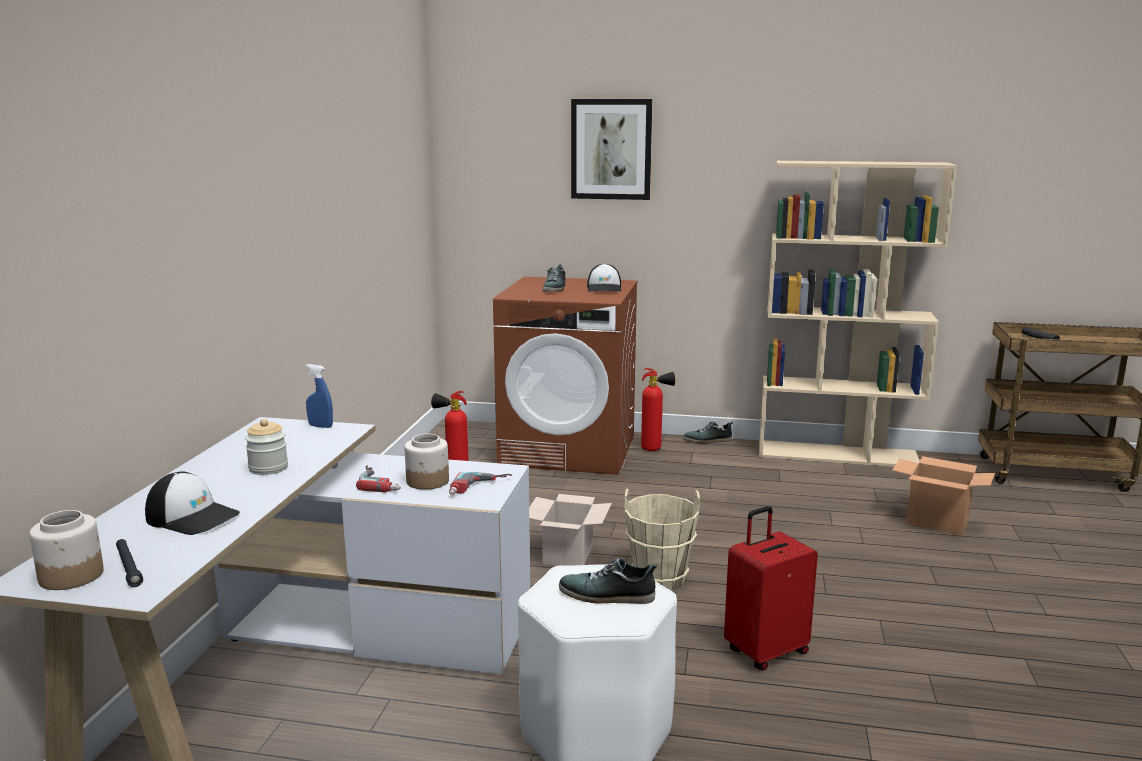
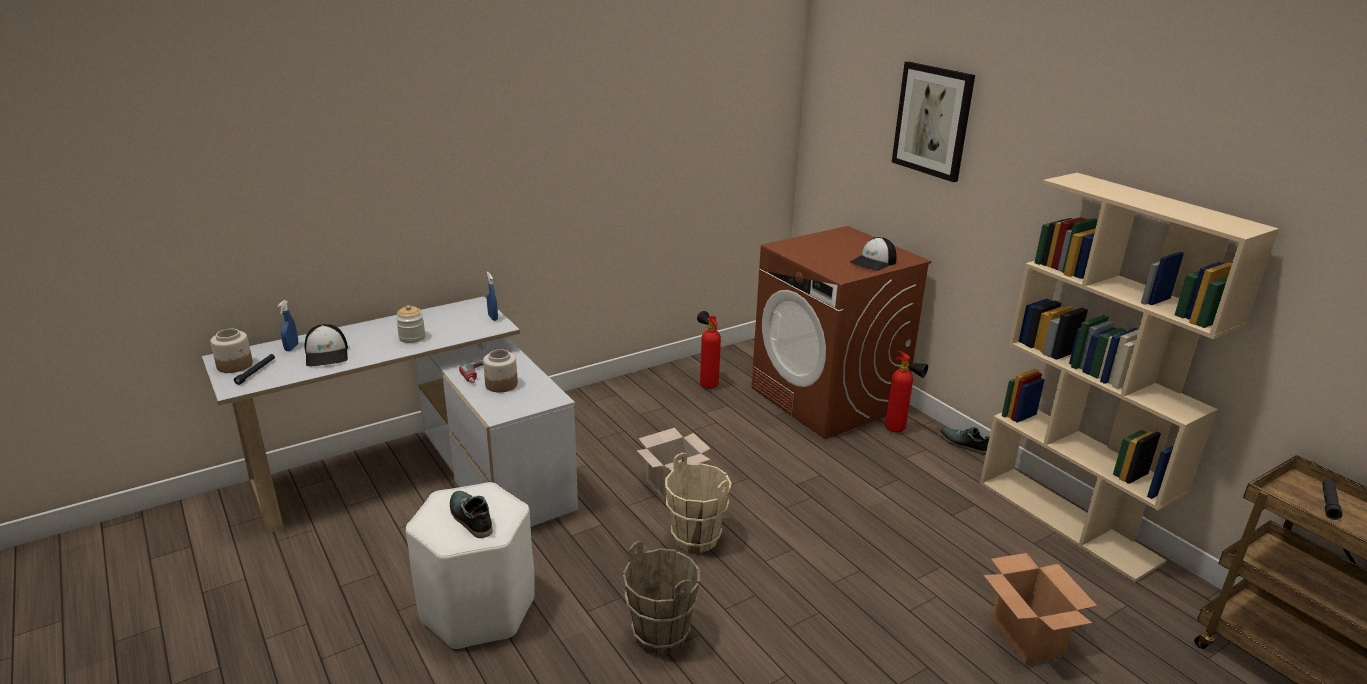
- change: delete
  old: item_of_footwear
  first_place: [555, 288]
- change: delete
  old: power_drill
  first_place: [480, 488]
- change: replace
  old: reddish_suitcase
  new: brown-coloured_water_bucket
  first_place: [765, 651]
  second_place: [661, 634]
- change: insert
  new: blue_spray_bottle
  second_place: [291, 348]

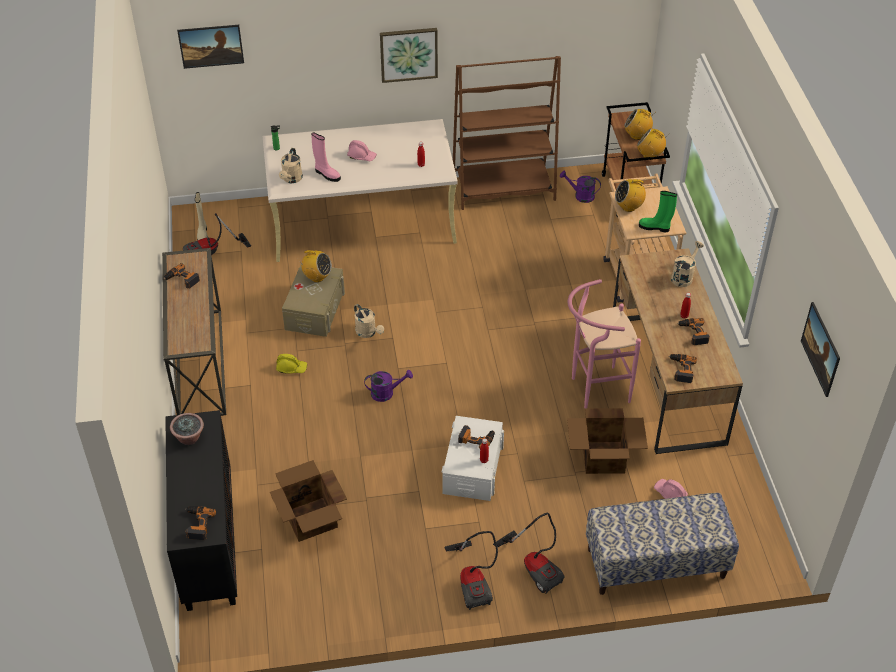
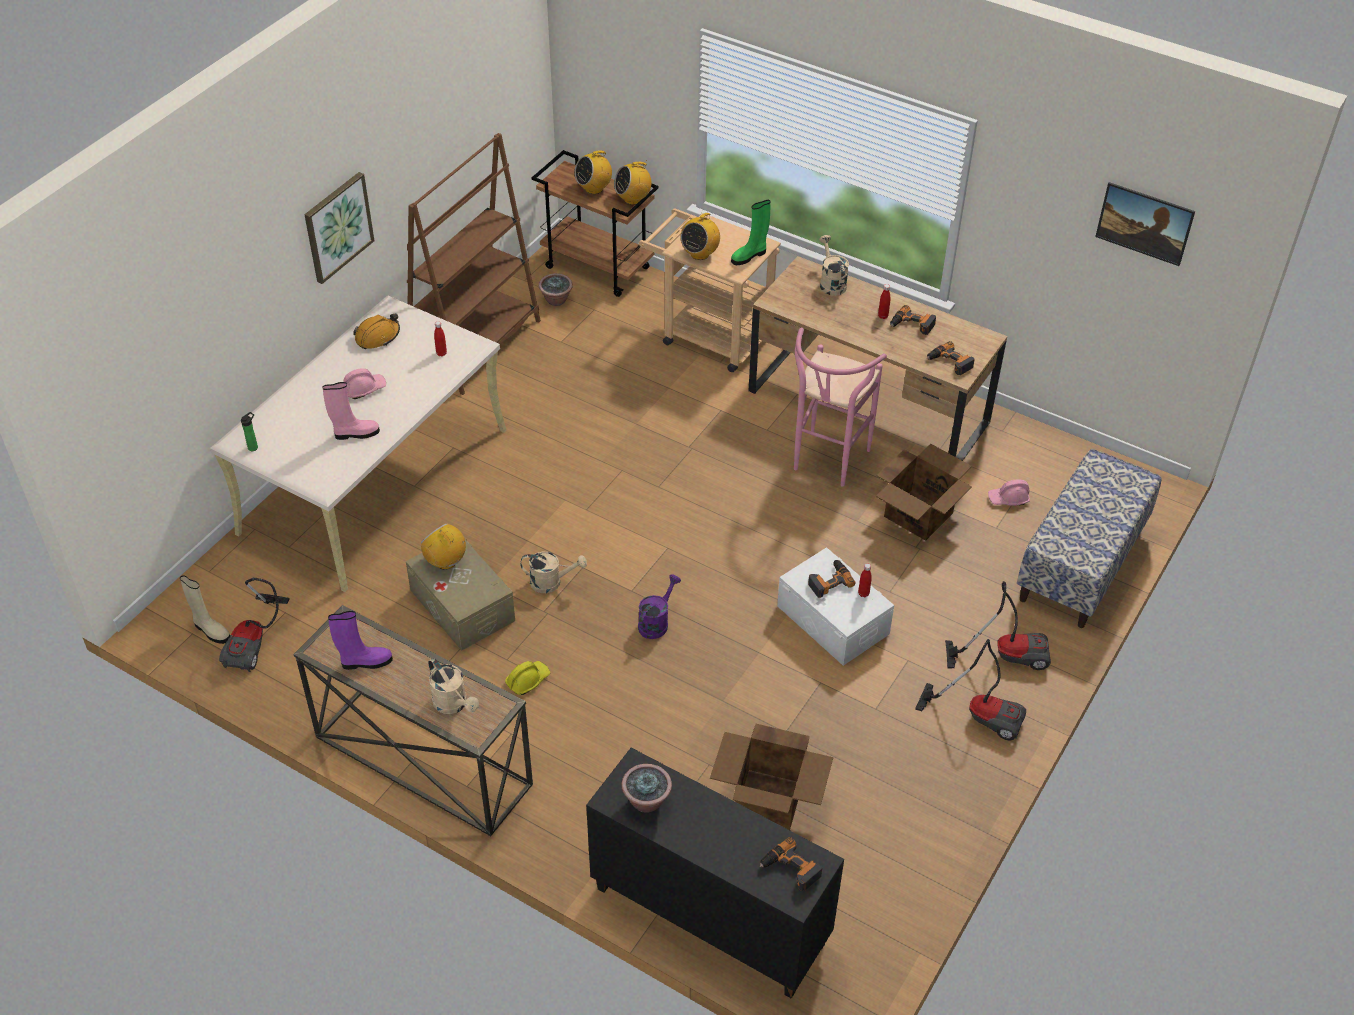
- change: delete
  old: picture
  first_place: [212, 55]
- change: move
  old: beige-coloured_sprinkling_can
  first_place: [291, 179]
  second_place: [454, 704]
- change: replace
  old: purple_sprinkling_can
  new: plant_in_a_pot
  first_place: [580, 196]
  second_place: [556, 300]
- change: rotate
  old: radio_receiver
  first_place: [317, 277]
  second_place: [446, 561]
  degrees: -105
- change: replace
  old: power_drill
  new: purple_high-top_boot
  first_place: [182, 279]
  second_place: [365, 662]
- change: insert
  new: orangey_work_helmet
  second_place: [377, 336]

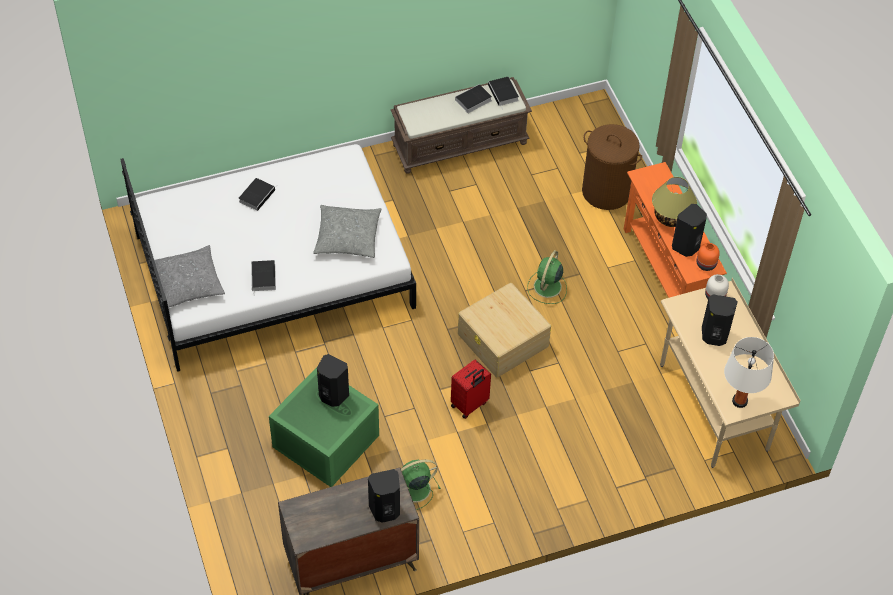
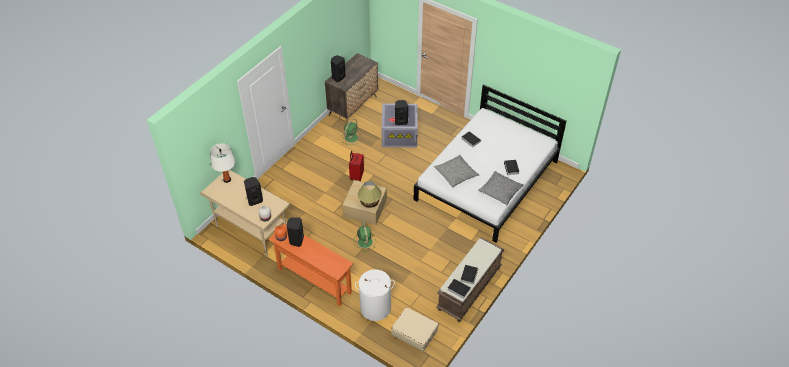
- change: recolor
  old: brown-coloured_washing_basket
  new: whitish_washing_basket
  first_place: [606, 191]
  second_place: [375, 308]
- change: move
  old: lamp_for_a_table
  first_place: [671, 216]
  second_place: [369, 202]
- change: move
  old: gray_cushion
  first_place: [187, 283]
  second_place: [500, 191]
- change: recolor
  old: green_storage_container
  new: gray_storage_container
  first_place: [324, 441]
  second_place: [400, 134]
- change: insert
  new: beige-coloured_suitcase
  second_place: [414, 332]

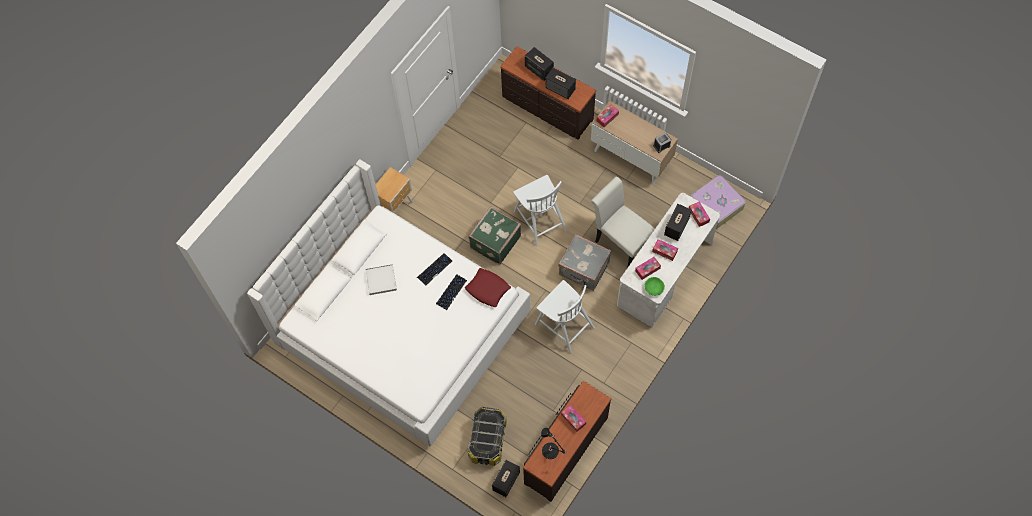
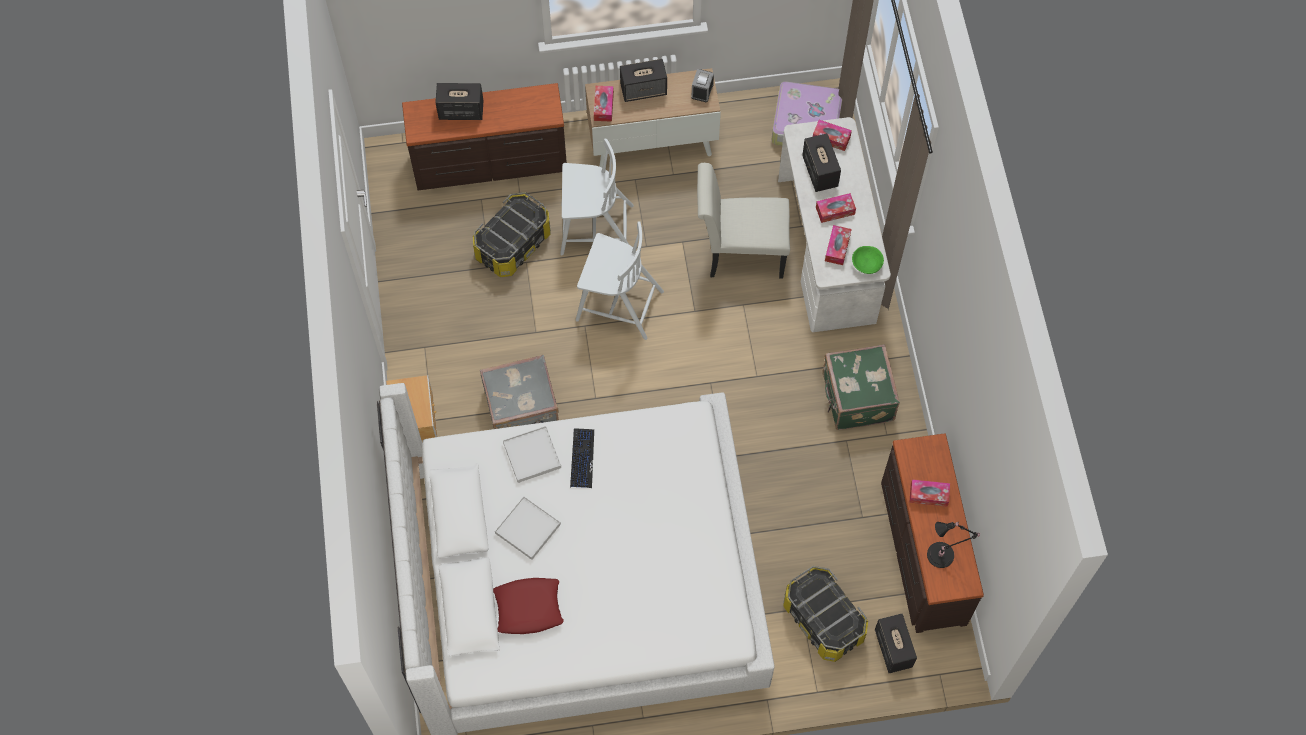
- change: move
  old: audio_speaker
  first_place: [560, 89]
  second_place: [644, 89]
- change: move
  old: green_suitcase
  first_place: [494, 242]
  second_place: [856, 398]
- change: move
  old: gray_suitcase
  first_place: [583, 270]
  second_place: [522, 409]
- change: move
  old: reddish_cushion
  first_place: [488, 289]
  second_place: [528, 608]
- change: delete
  old: PC_keyboard
  first_place: [451, 292]
- change: move
  old: whitish_chair
  first_place: [563, 325]
  second_place: [595, 229]
- change: insert
  new: storage_container
  second_place: [512, 244]
- change: insert
  new: whitish_carrying_tray
  second_place: [532, 455]

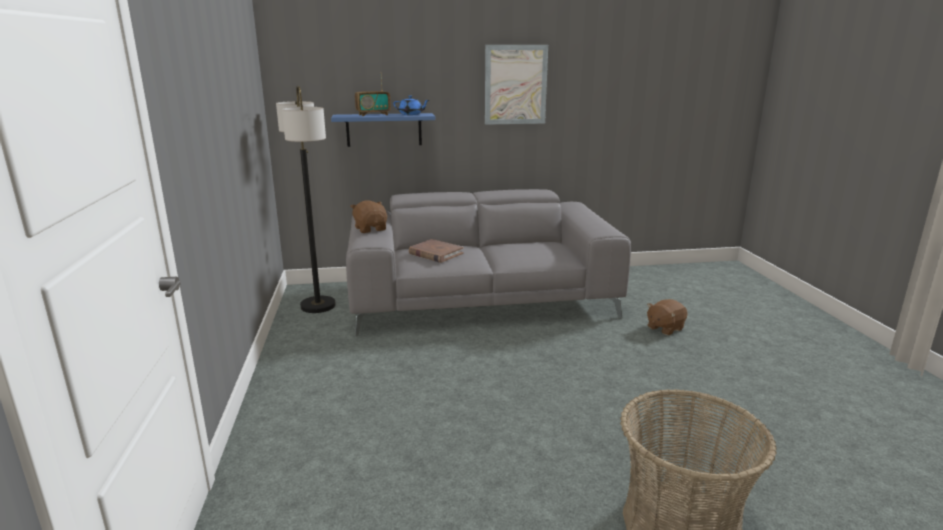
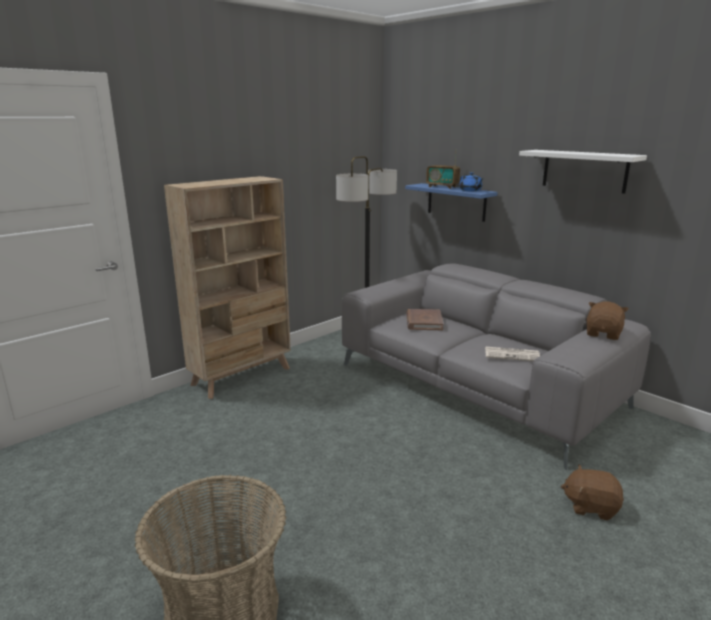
- change: replace
  old: picture
  new: whitish_wall_shelf
  first_place: [515, 85]
  second_place: [584, 170]
- change: move
  old: brown-coloured_cuddly_toy
  first_place: [371, 229]
  second_place: [603, 334]
- change: insert
  new: beige-coloured_bookcase
  second_place: [242, 376]
- change: insert
  new: newspaper
  second_place: [512, 355]

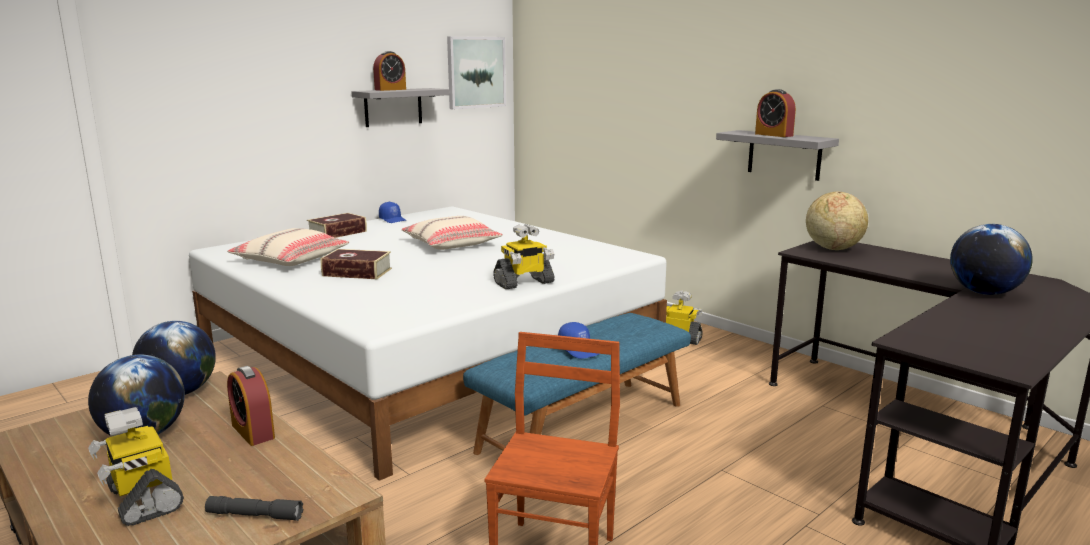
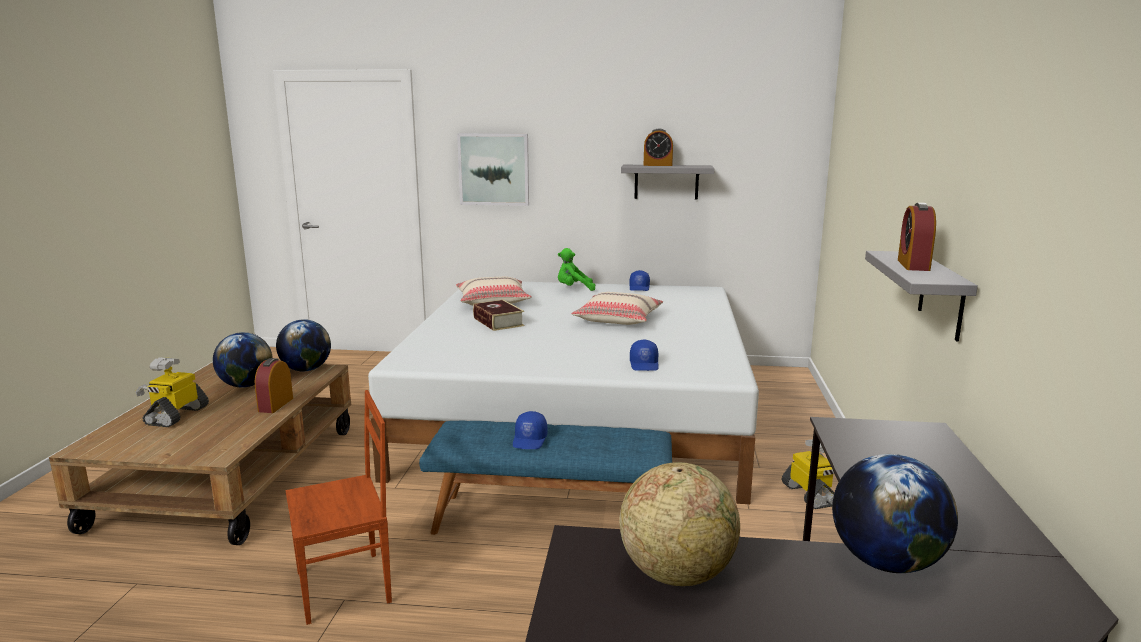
- change: move
  old: picture
  first_place: [476, 72]
  second_place: [494, 169]
- change: move
  old: world_globe
  first_place: [833, 248]
  second_place: [677, 573]
- change: replace
  old: bound_book
  new: green_cuddly_toy
  first_place: [337, 233]
  second_place: [574, 289]
- change: delete
  old: robot_figure
  first_place: [524, 283]
- change: delete
  old: gray_hand_torch
  first_place: [254, 515]
- change: insert
  new: blue_cap
  second_place: [645, 365]

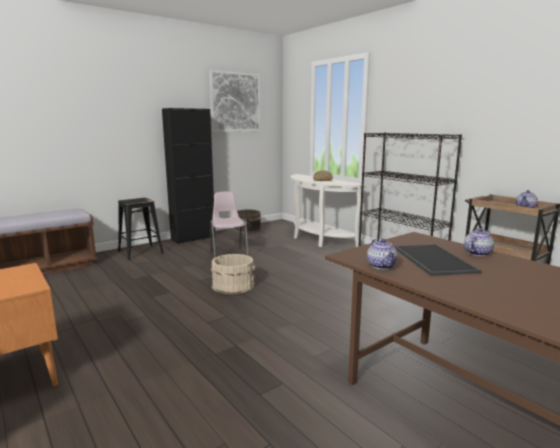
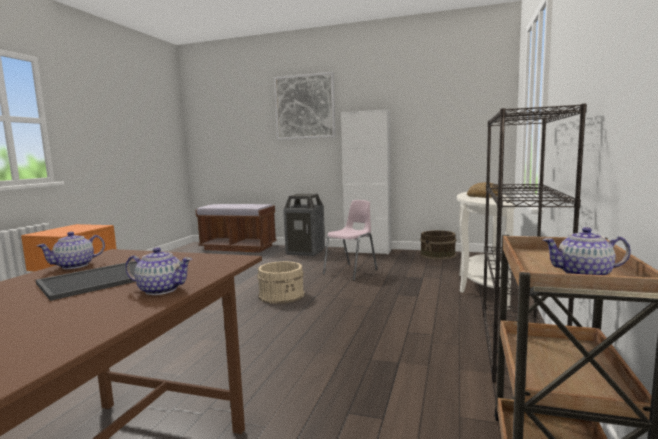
- change: move
  old: picture
  first_place: [235, 102]
  second_place: [304, 107]
- change: recolor
  old: black_storage_cabinet
  new: whitish_storage_cabinet
  first_place: [193, 238]
  second_place: [368, 251]
- change: replace
  old: black_stool
  new: trash_can
  first_place: [140, 252]
  second_place: [306, 251]

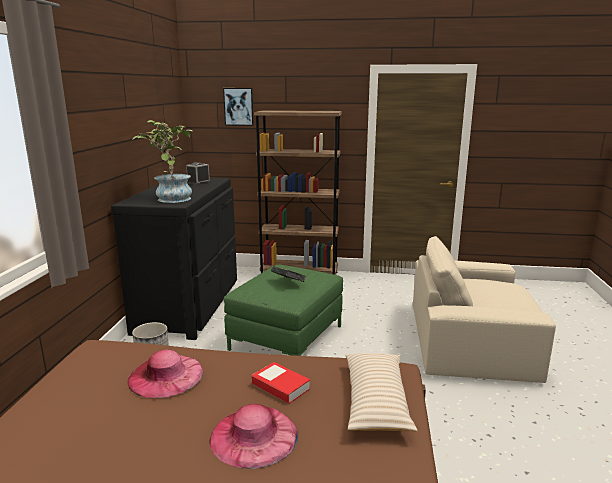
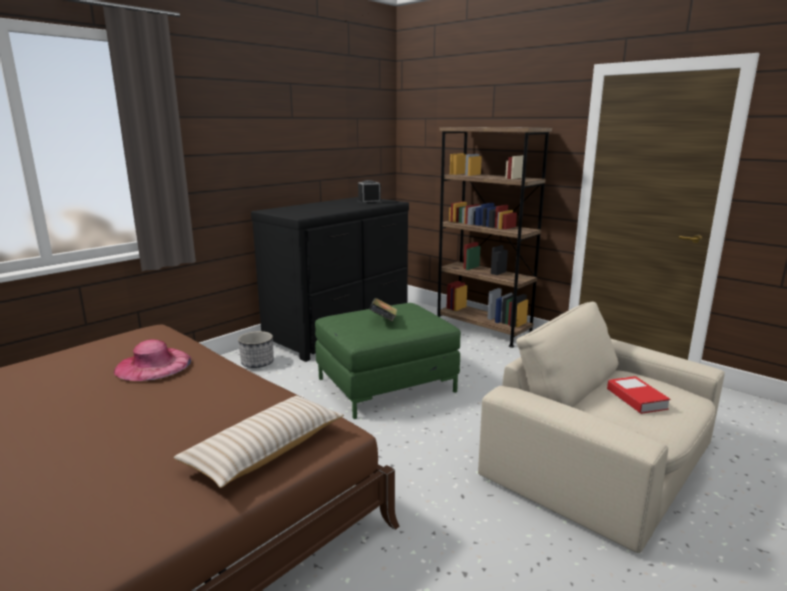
- change: delete
  old: picture
  first_place: [238, 106]
- change: delete
  old: plant_in_a_pot
  first_place: [170, 198]
- change: move
  old: bound_book
  first_place: [280, 386]
  second_place: [636, 399]
- change: delete
  old: pinkish_clothing_hat
  first_place: [254, 436]

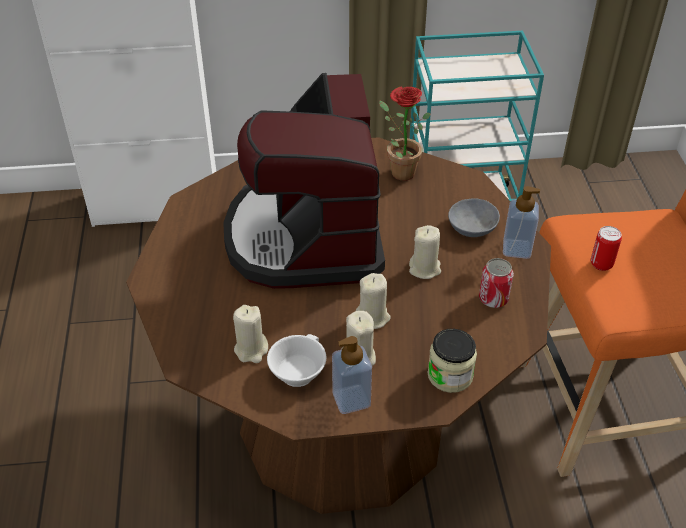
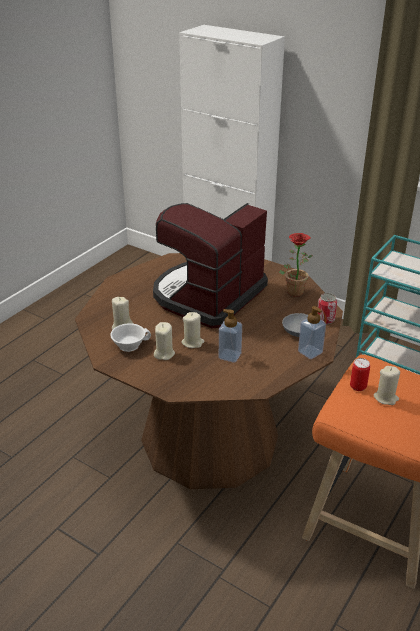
- change: move
  old: beige-coloured_wax_candle
  first_place: [425, 268]
  second_place: [386, 398]
- change: move
  old: sealed_can
  first_place: [493, 298]
  second_place: [325, 320]
- change: delete
  old: preserve_jar
  first_place: [450, 375]
- change: move
  old: soap_bottle
  first_place: [351, 399]
  second_place: [230, 356]

